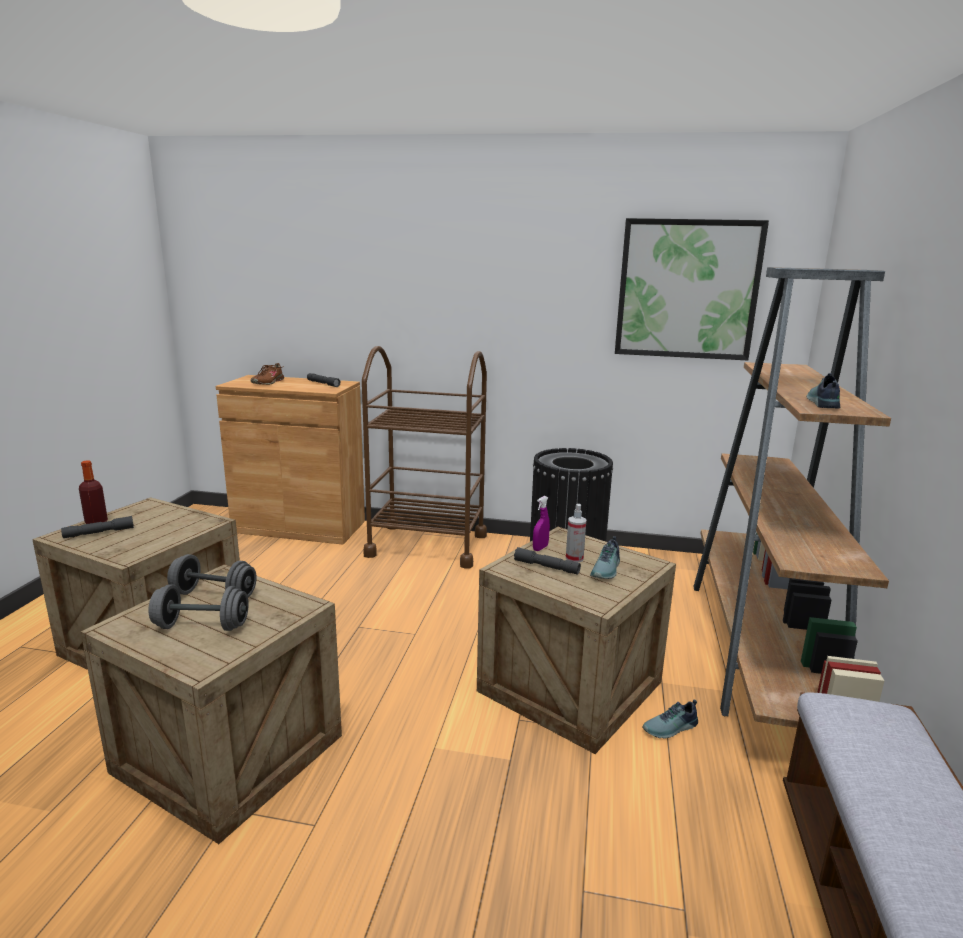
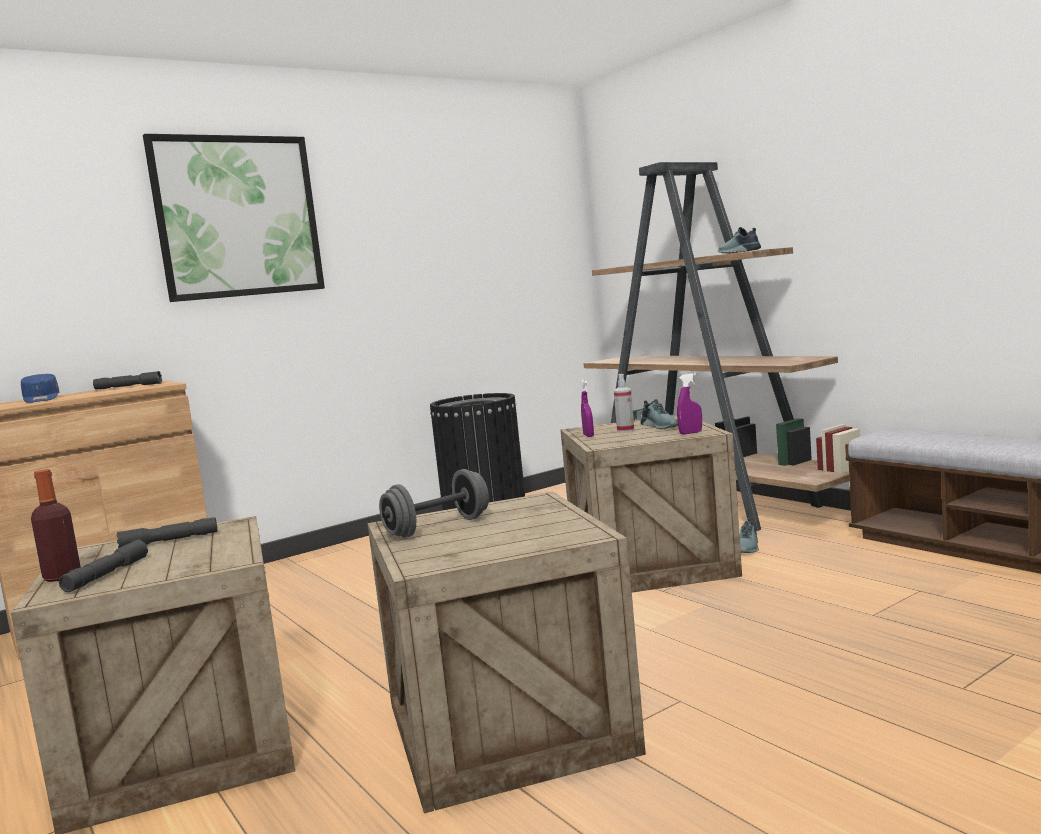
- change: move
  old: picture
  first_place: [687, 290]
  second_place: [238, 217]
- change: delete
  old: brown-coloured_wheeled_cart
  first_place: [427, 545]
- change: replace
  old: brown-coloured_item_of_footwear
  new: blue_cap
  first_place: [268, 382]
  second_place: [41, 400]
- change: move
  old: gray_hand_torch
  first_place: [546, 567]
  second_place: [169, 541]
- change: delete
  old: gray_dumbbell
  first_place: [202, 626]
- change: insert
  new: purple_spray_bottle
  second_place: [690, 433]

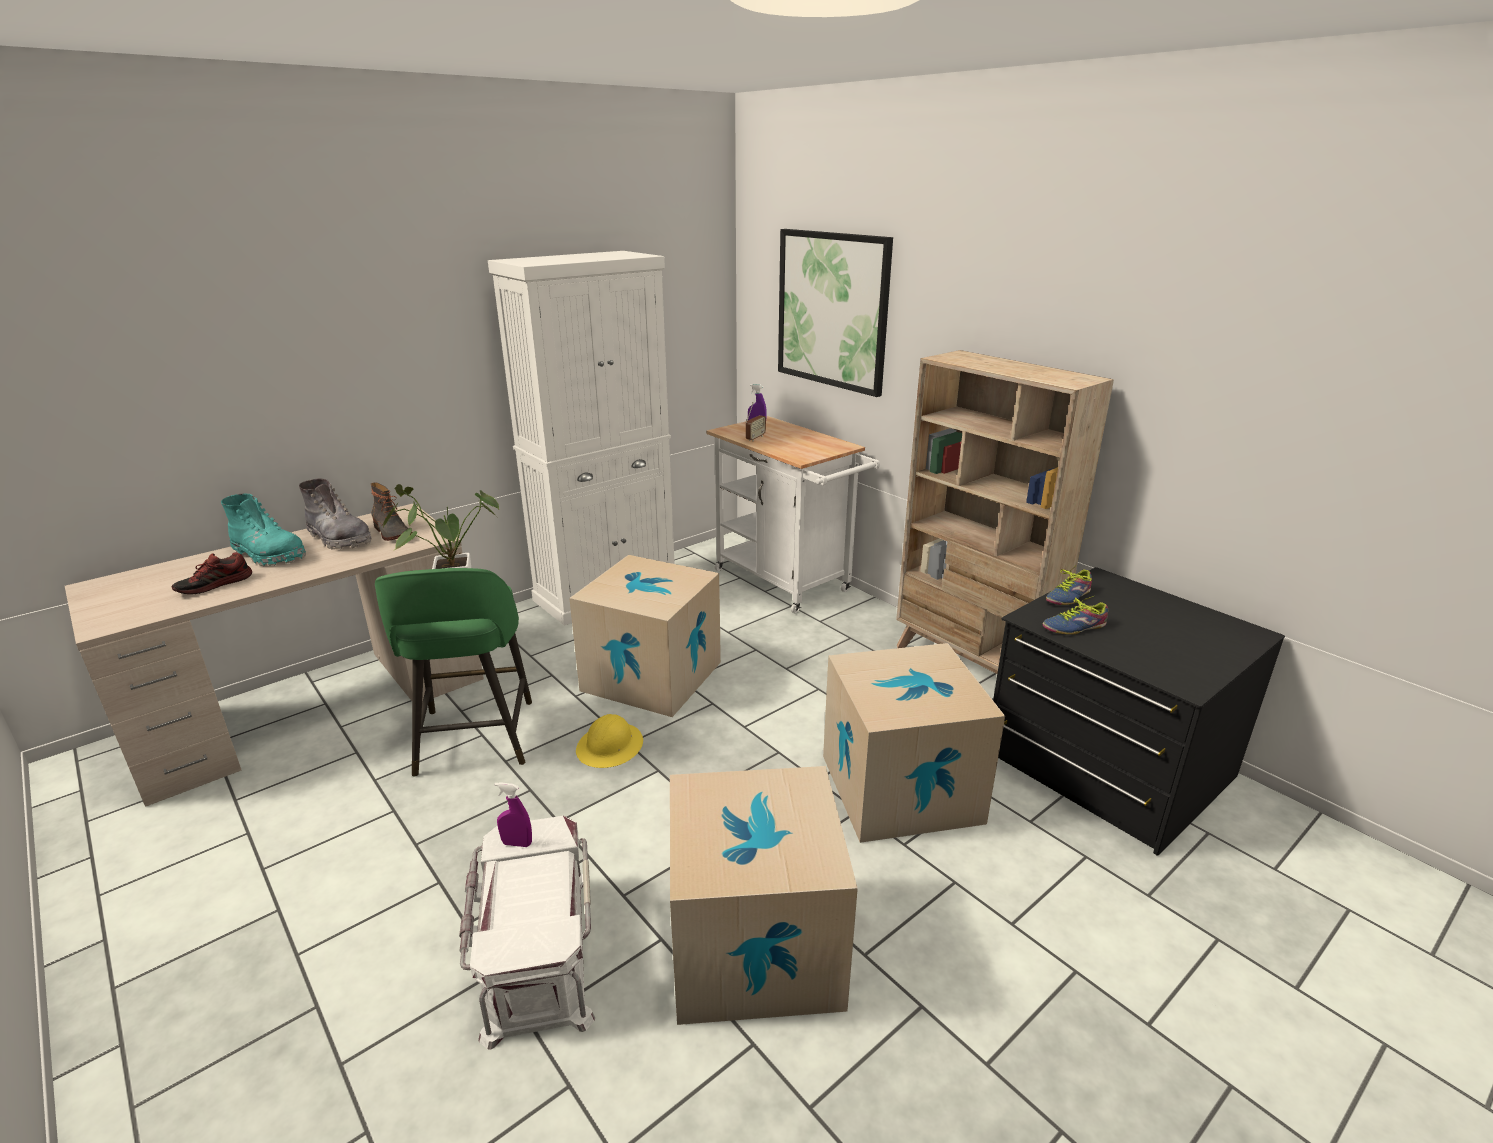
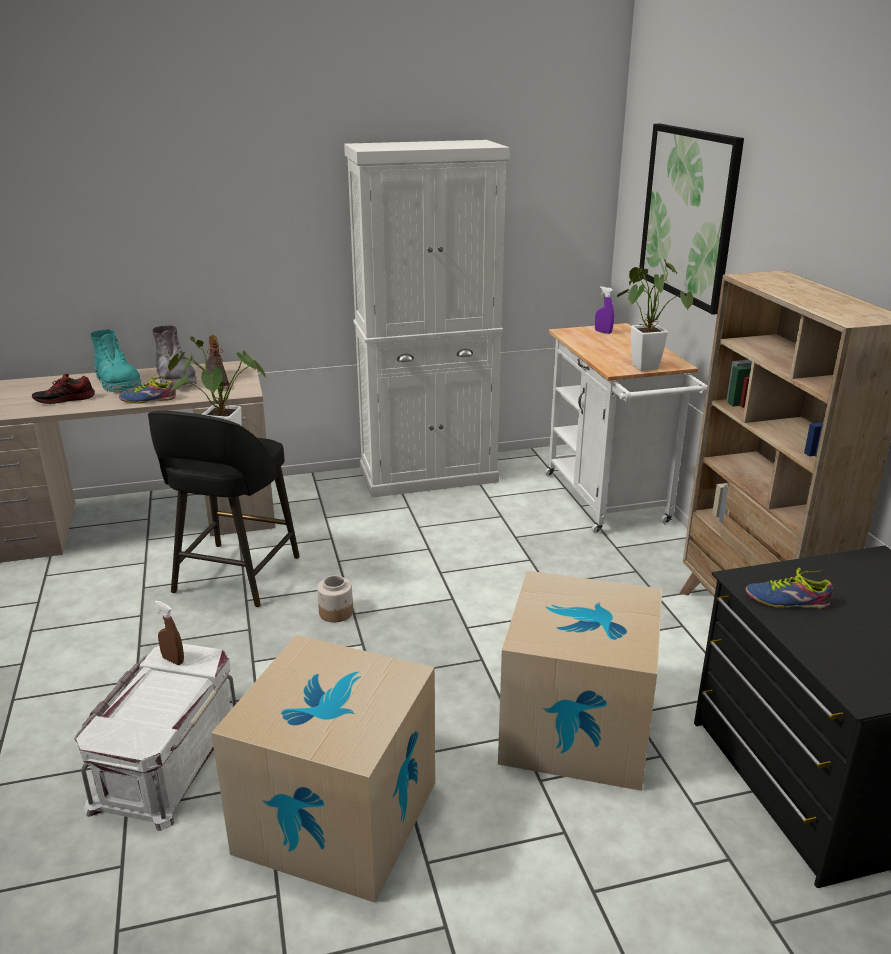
- change: delete
  old: radio_receiver
  first_place: [755, 438]
- change: delete
  old: cardboard_box
  first_place: [652, 676]
- change: move
  old: item_of_footwear
  first_place: [1066, 596]
  second_place: [148, 399]
- change: recolor
  old: green_stool
  new: black_stool
  first_place: [474, 740]
  second_place: [234, 576]
- change: replace
  old: yellow_work_helmet
  new: preserve_jar
  first_place: [610, 747]
  second_place: [336, 612]
- change: recolor
  old: purple_spray_bottle
  new: brown-coloured_spray_bottle
  first_place: [517, 843]
  second_place: [173, 660]
- change: insert
  new: plant_in_a_pot
  second_place: [642, 365]

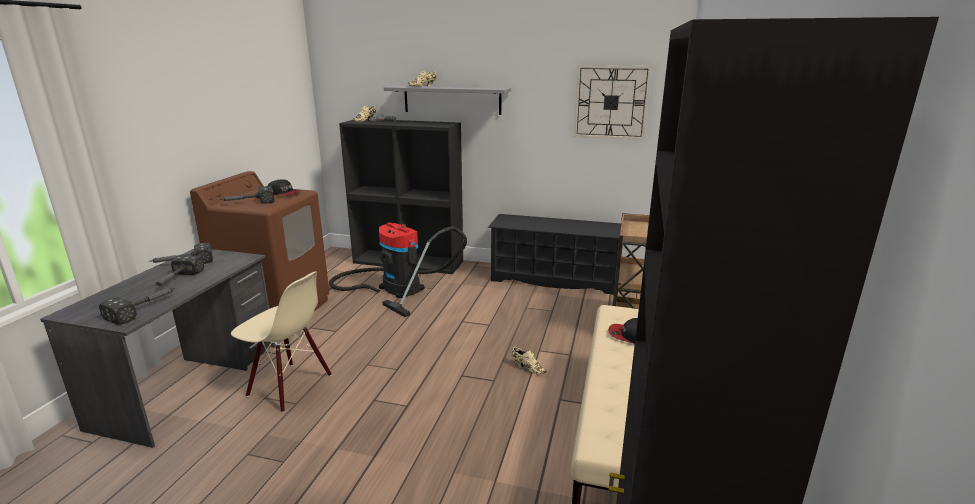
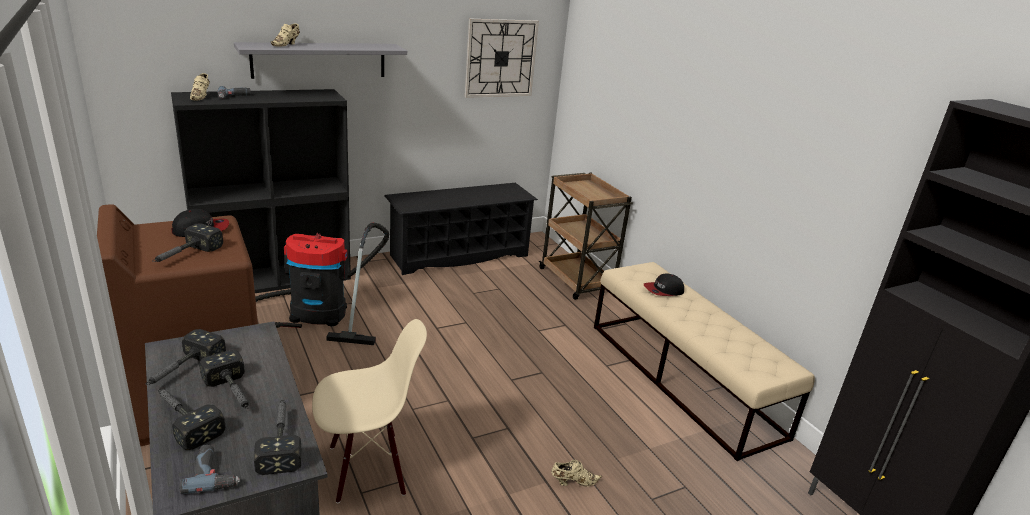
- change: move
  old: beige-coloured_item_of_footwear
  first_place: [527, 368]
  second_place: [573, 482]
- change: insert
  new: hammer
  second_place: [183, 420]
- change: insert
  new: power_drill
  second_place: [214, 473]

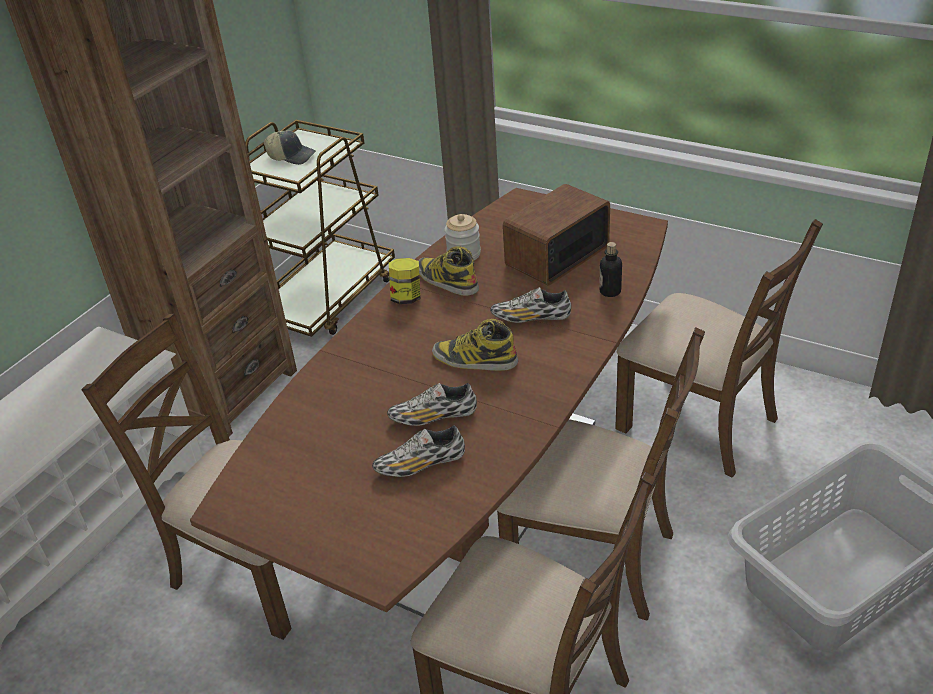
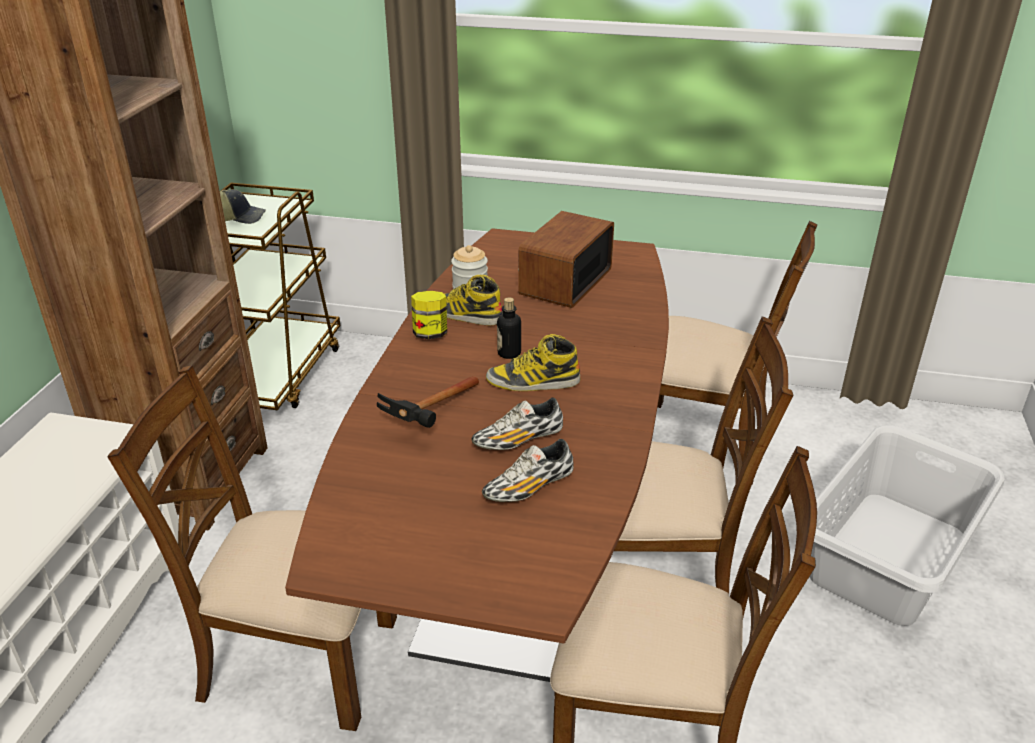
- change: move
  old: drink_bottle
  first_place: [610, 291]
  second_place: [509, 353]
- change: delete
  old: item_of_footwear
  first_place: [531, 318]
- change: insert
  new: hammer
  second_place: [431, 422]

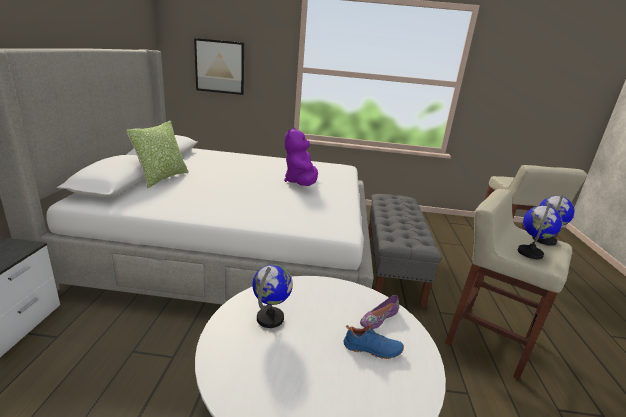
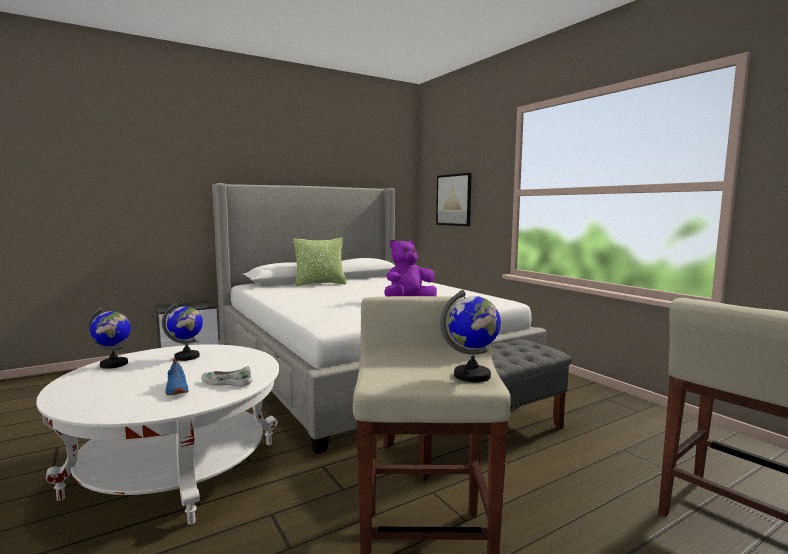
- change: move
  old: world_globe
  first_place: [530, 253]
  second_place: [114, 364]
- change: recolor
  old: purple_item_of_footwear
  new: whitish_item_of_footwear
  first_place: [378, 318]
  second_place: [227, 383]

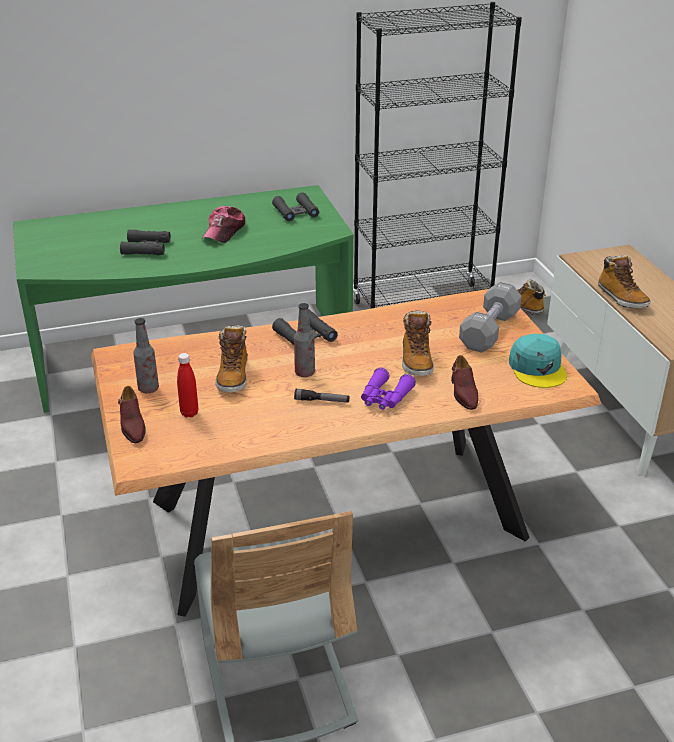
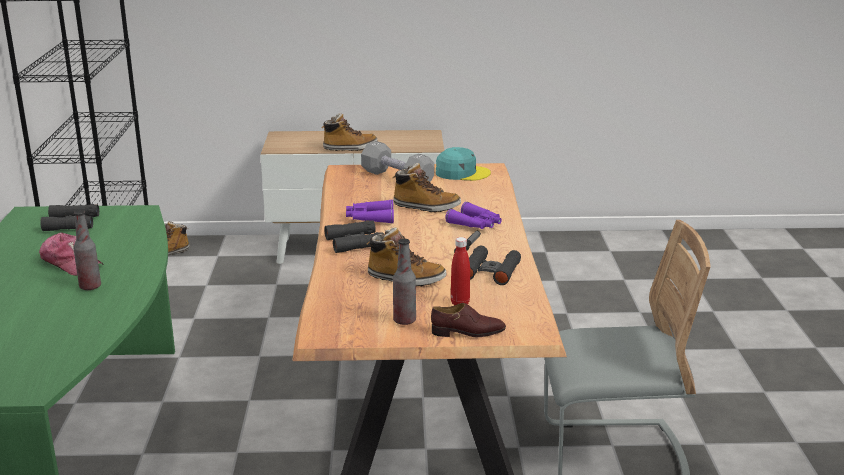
- change: move
  old: black_pair_of_binoculars
  first_place: [146, 248]
  second_place: [490, 271]
- change: move
  old: drink_bottle
  first_place: [304, 373]
  second_place: [90, 287]
- change: delete
  old: brown-coloured_item_of_footwear
  first_place: [463, 393]
- change: insert
  new: purple_pair_of_binoculars
  second_place: [369, 218]

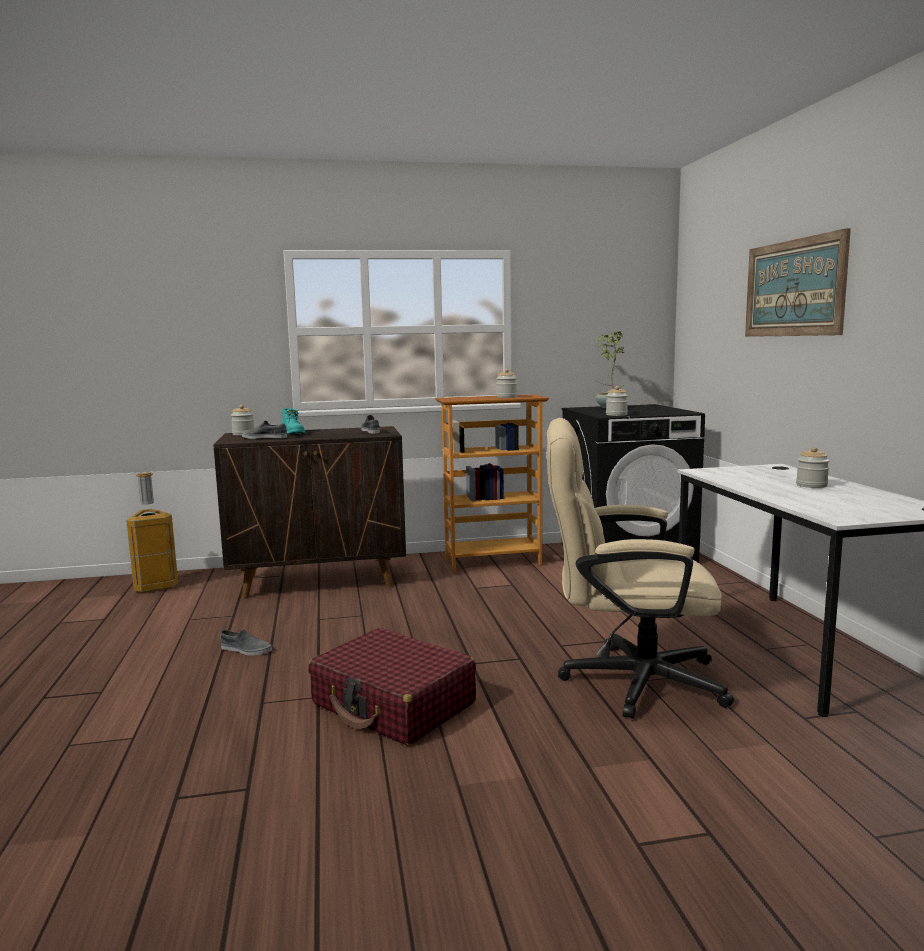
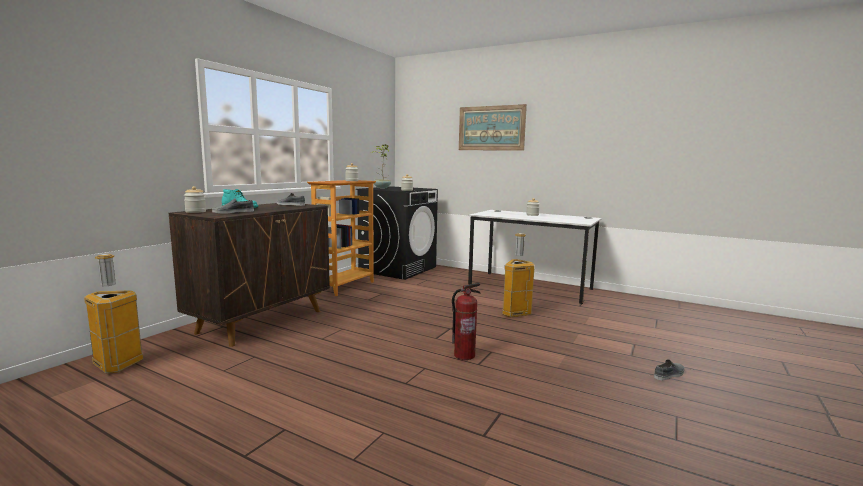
- change: replace
  old: beige-coloured_computer_chair
  new: trash_can
  first_place: [626, 680]
  second_place: [515, 313]
- change: replace
  old: reddish_suitcase
  new: fire_extinguisher
  first_place: [393, 704]
  second_place: [464, 355]
- change: move
  old: gray_item_of_footwear
  first_place: [245, 650]
  second_place: [669, 374]

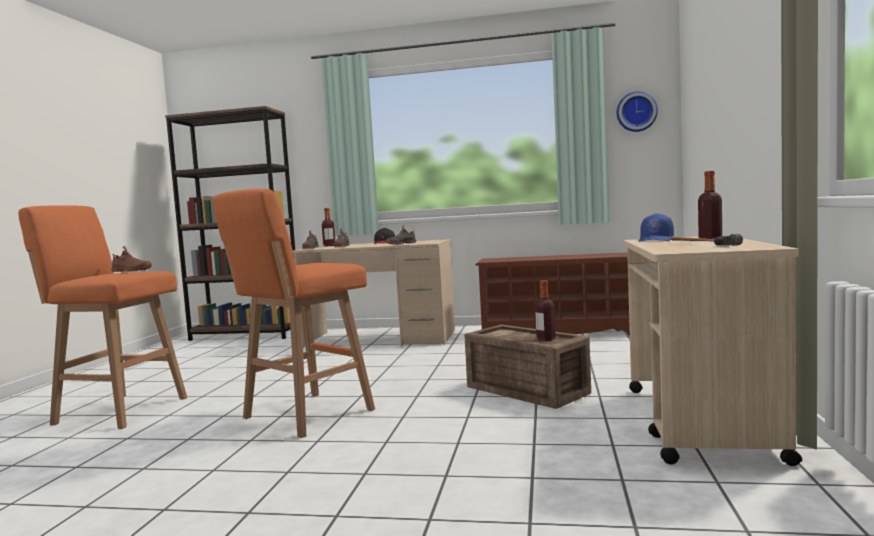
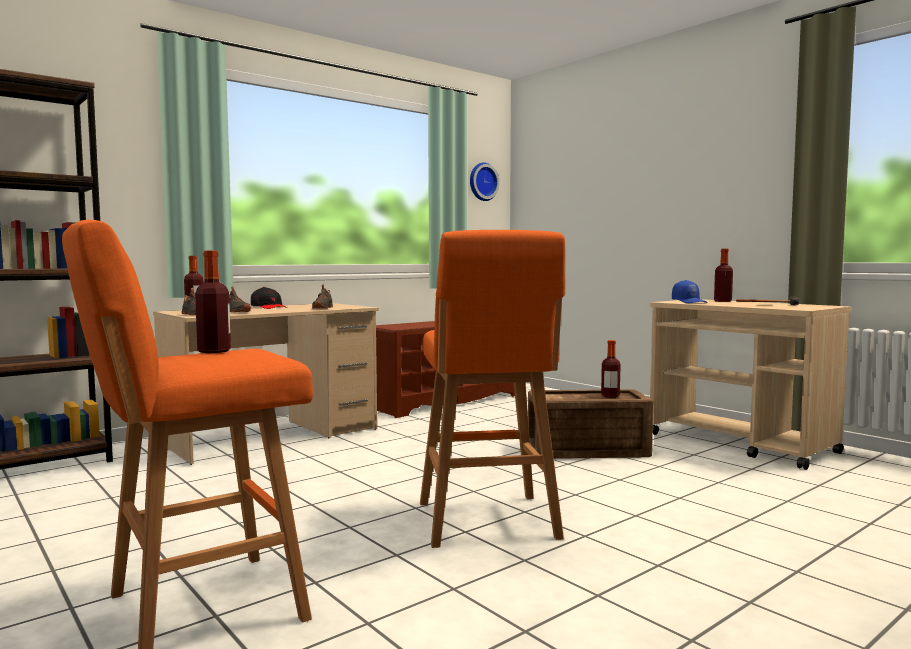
- change: replace
  old: brown-coloured_item_of_footwear
  new: drink_bottle
  first_place: [130, 271]
  second_place: [214, 351]

